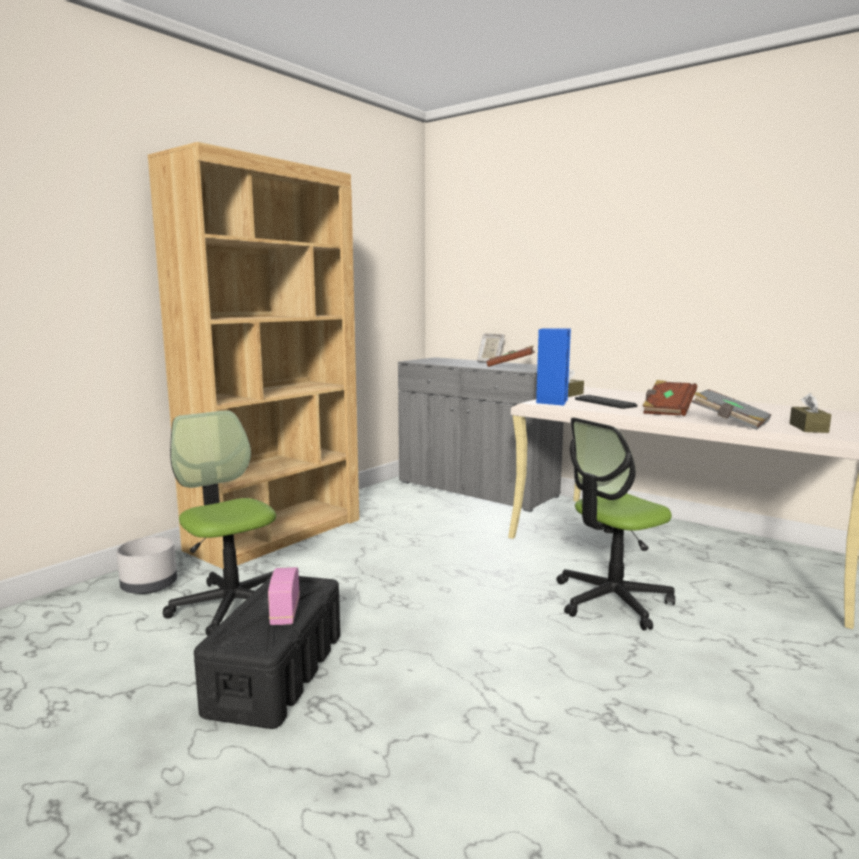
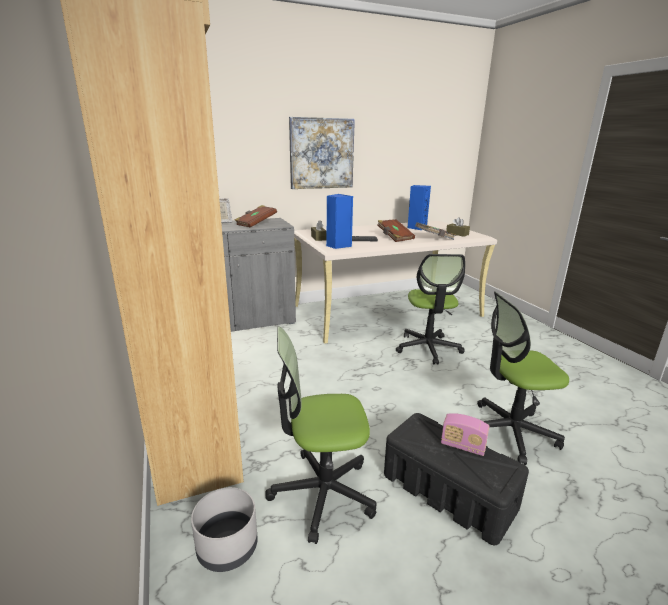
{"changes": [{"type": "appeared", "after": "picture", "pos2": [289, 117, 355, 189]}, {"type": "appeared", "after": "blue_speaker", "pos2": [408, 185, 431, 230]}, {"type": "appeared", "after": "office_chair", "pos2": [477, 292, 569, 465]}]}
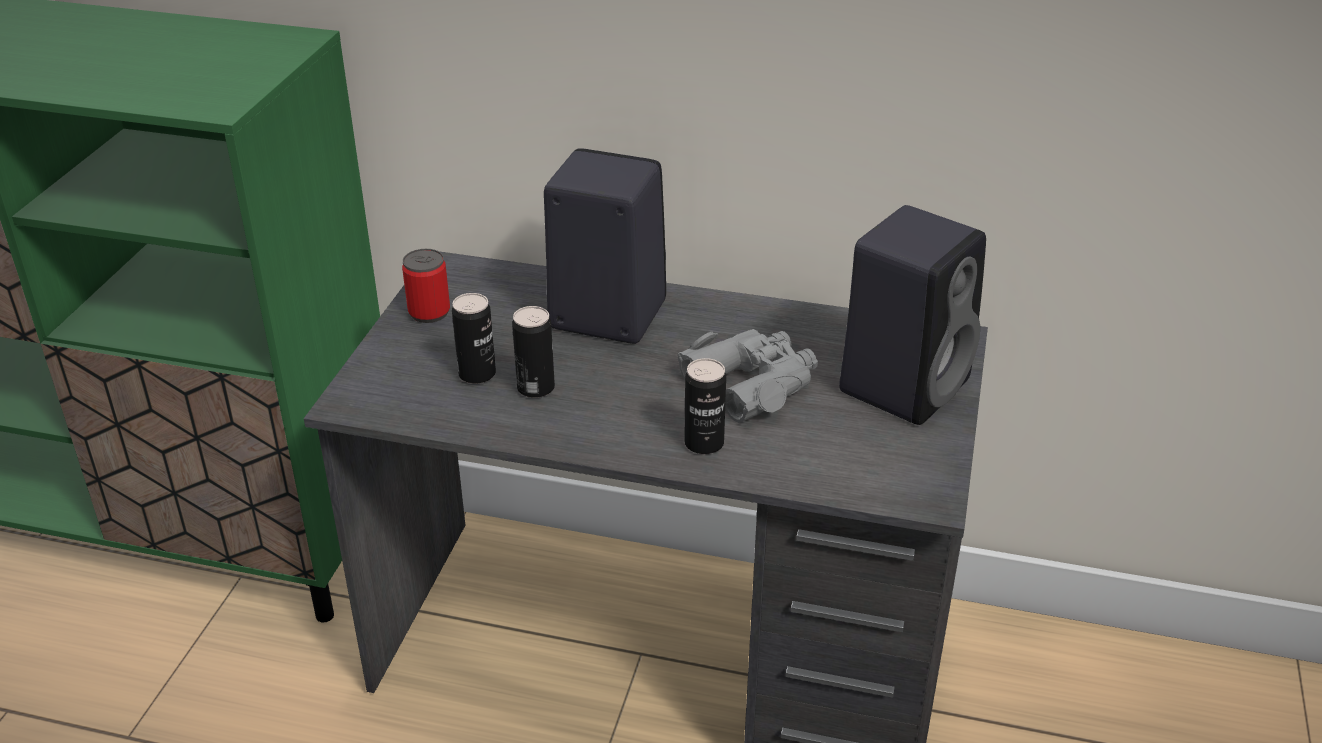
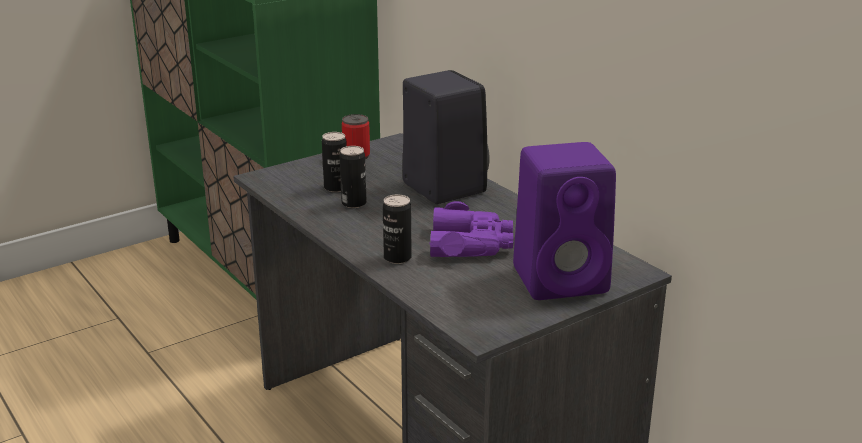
{"changes": [{"type": "colour", "before": "black_speaker", "after": "purple_speaker", "pos1": [839, 205, 986, 425], "pos2": [513, 142, 616, 300]}, {"type": "colour", "before": "grey_binoculars", "after": "purple_binoculars", "pos1": [677, 329, 818, 423], "pos2": [429, 201, 513, 257]}]}
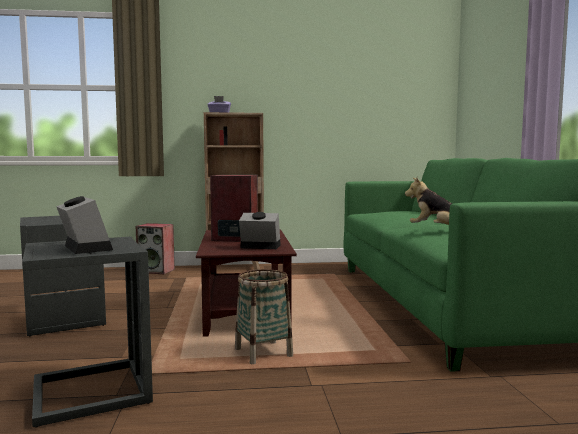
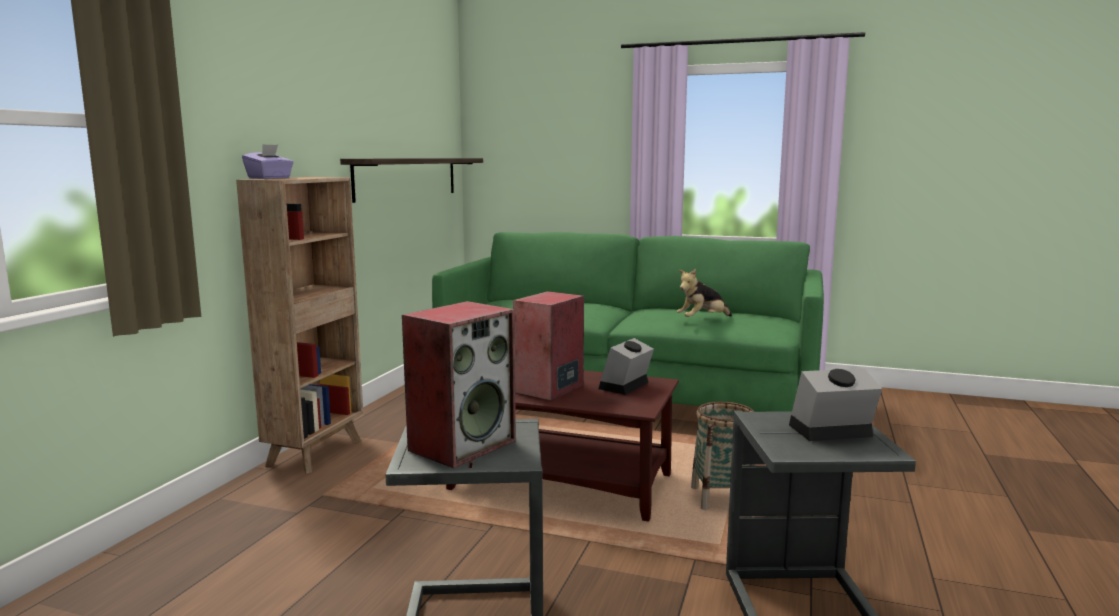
{"changes": [{"type": "relocated", "before": "speaker", "pos1": [136, 223, 175, 274], "pos2": [402, 301, 516, 468]}, {"type": "appeared", "after": "shelf", "pos2": [340, 158, 483, 203]}]}
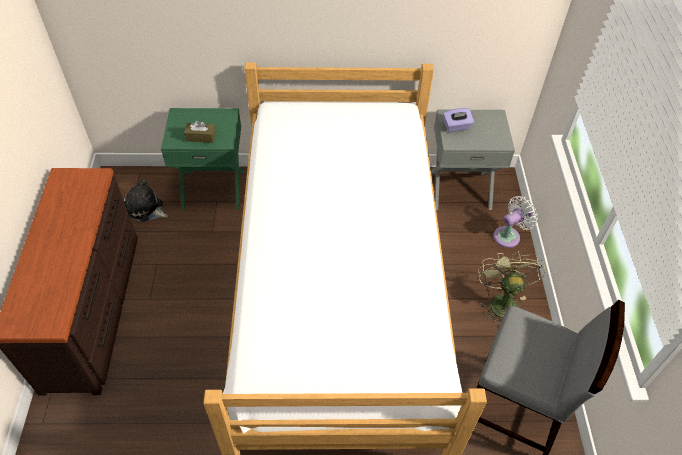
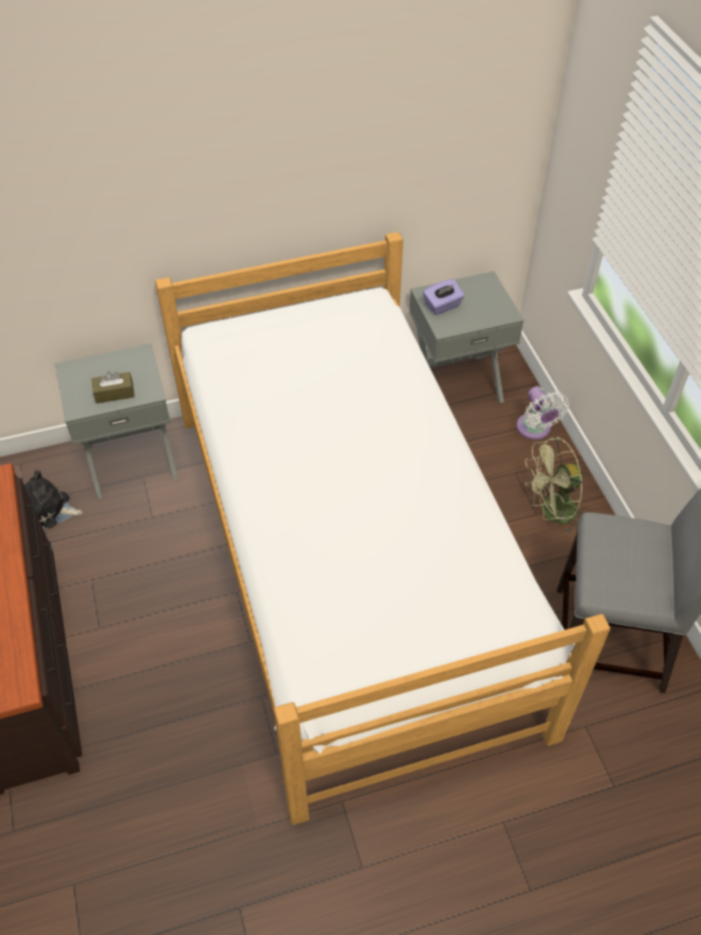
{"changes": [{"type": "colour", "before": "green_nightstand", "after": "grey_nightstand", "pos1": [161, 108, 244, 210], "pos2": [55, 343, 178, 498]}, {"type": "spun", "before": "white_fan", "pos1": [493, 196, 538, 248], "pos2": [517, 386, 569, 440], "turn": 120}, {"type": "spun", "before": "green_fan", "pos1": [478, 251, 546, 326], "pos2": [525, 437, 590, 534], "turn": -90}]}
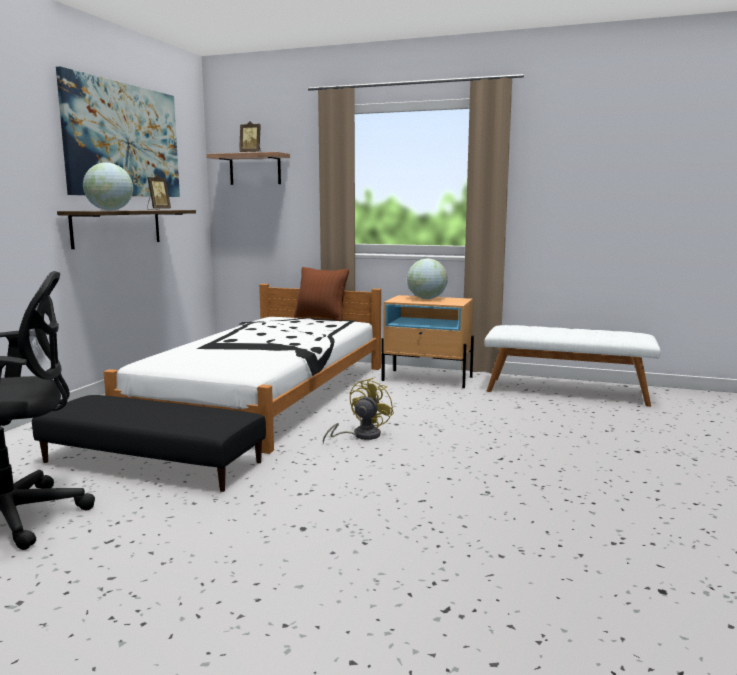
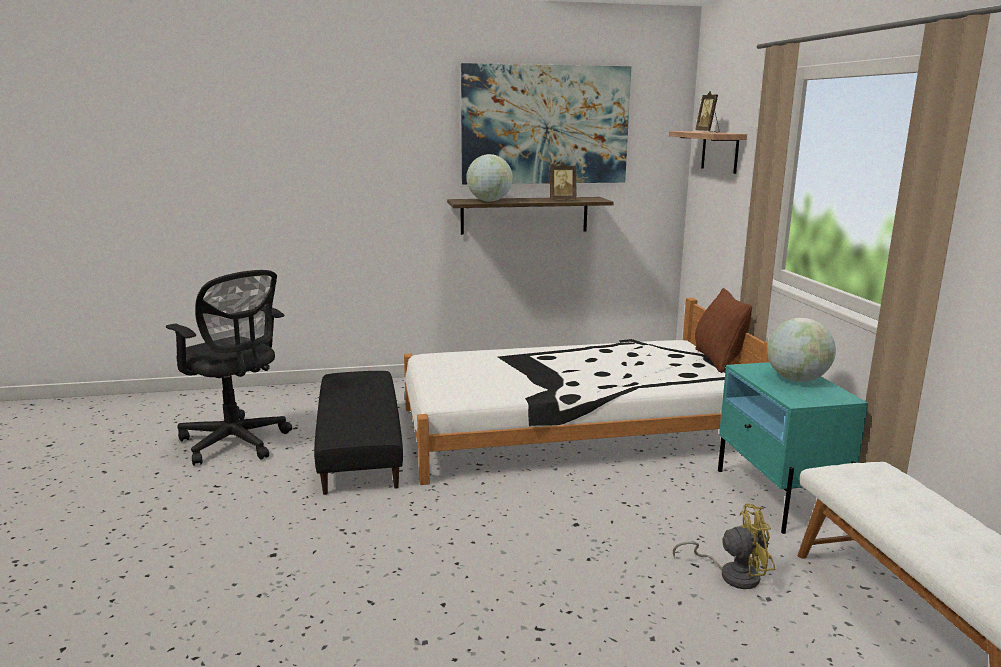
{"changes": [{"type": "colour", "before": "beige_nightstand", "after": "turquoise_nightstand", "pos1": [381, 295, 474, 388], "pos2": [718, 362, 868, 534]}, {"type": "relocated", "before": "yellow_fan", "pos1": [323, 378, 394, 444], "pos2": [673, 504, 775, 589]}]}
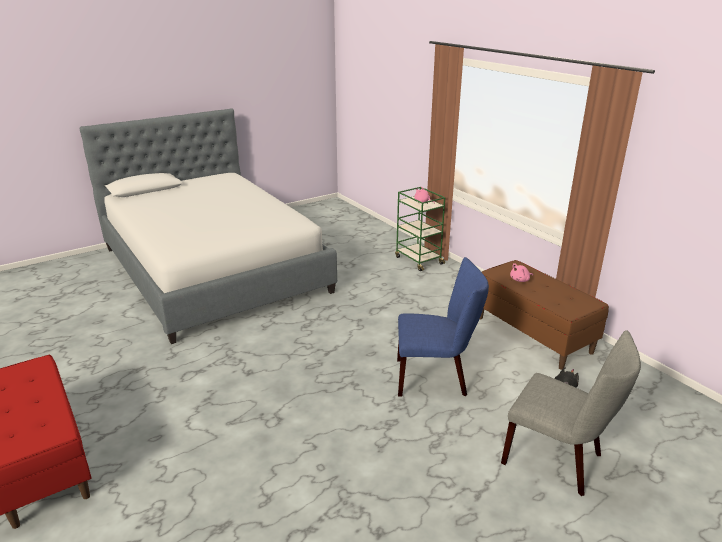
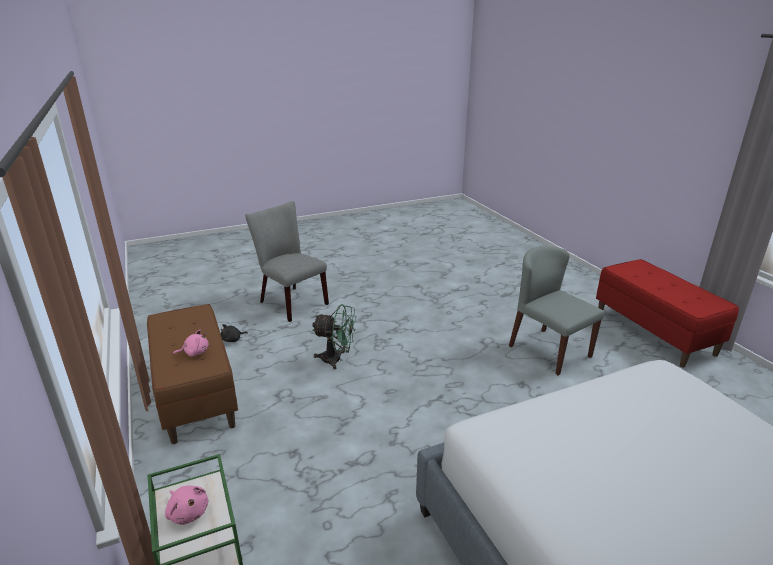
{"changes": [{"type": "exchanged", "before": "blue_chair", "after": "green_fan", "pos1": [397, 257, 489, 396], "pos2": [312, 304, 356, 370]}, {"type": "appeared", "after": "grey_chair", "pos2": [509, 246, 604, 375]}]}
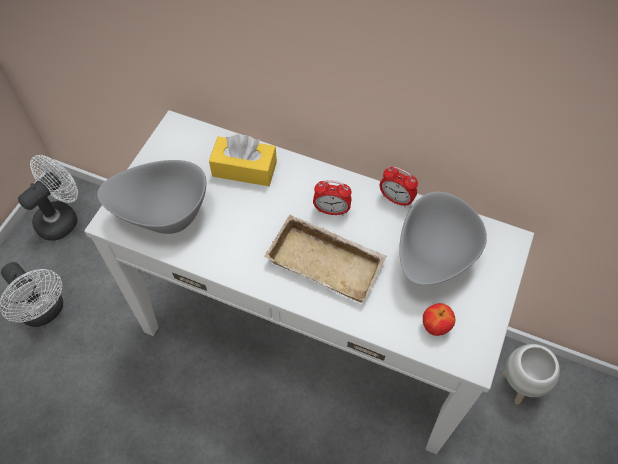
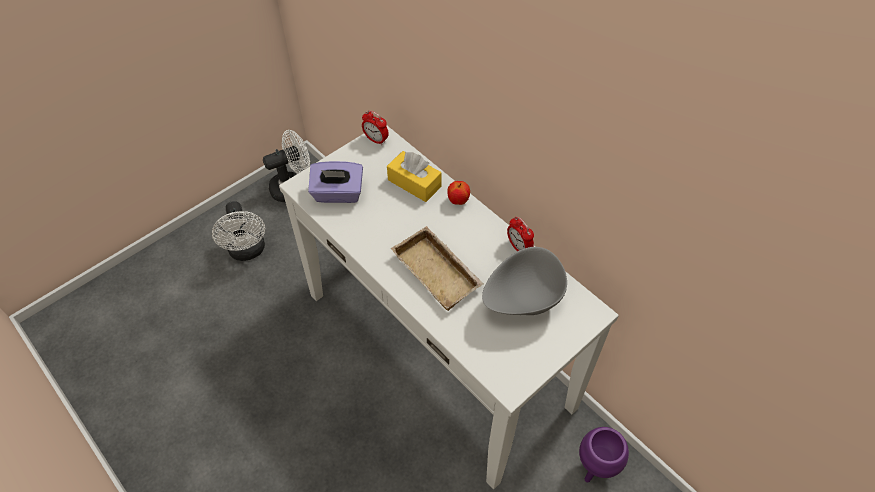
{"changes": [{"type": "exchanged", "before": "grey_bowl", "after": "purple_tissue_box", "pos1": [97, 160, 206, 234], "pos2": [308, 161, 363, 203]}, {"type": "relocated", "before": "alarm_clock", "pos1": [313, 180, 352, 215], "pos2": [362, 110, 389, 146]}, {"type": "relocated", "before": "apple", "pos1": [423, 303, 455, 336], "pos2": [447, 181, 470, 205]}, {"type": "colour", "before": "white_planter", "after": "purple_planter", "pos1": [502, 344, 560, 404], "pos2": [579, 427, 629, 483]}]}
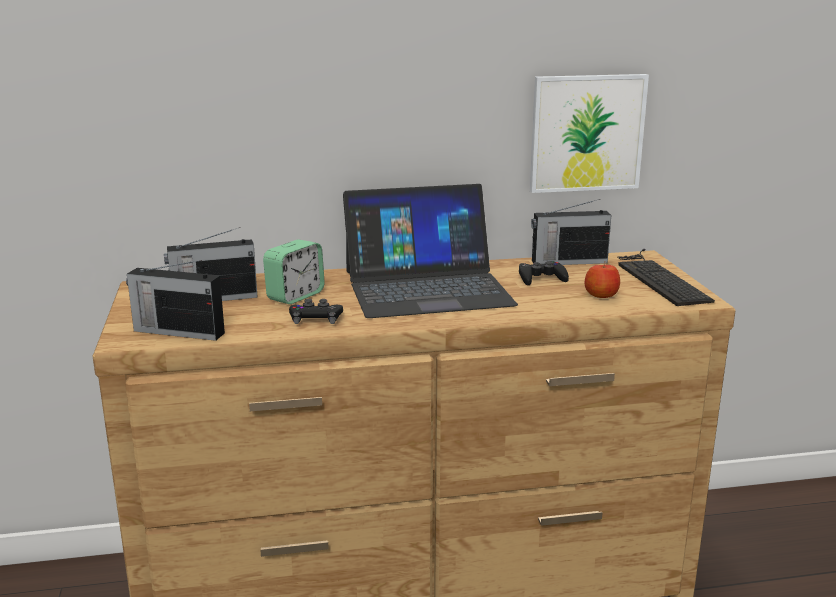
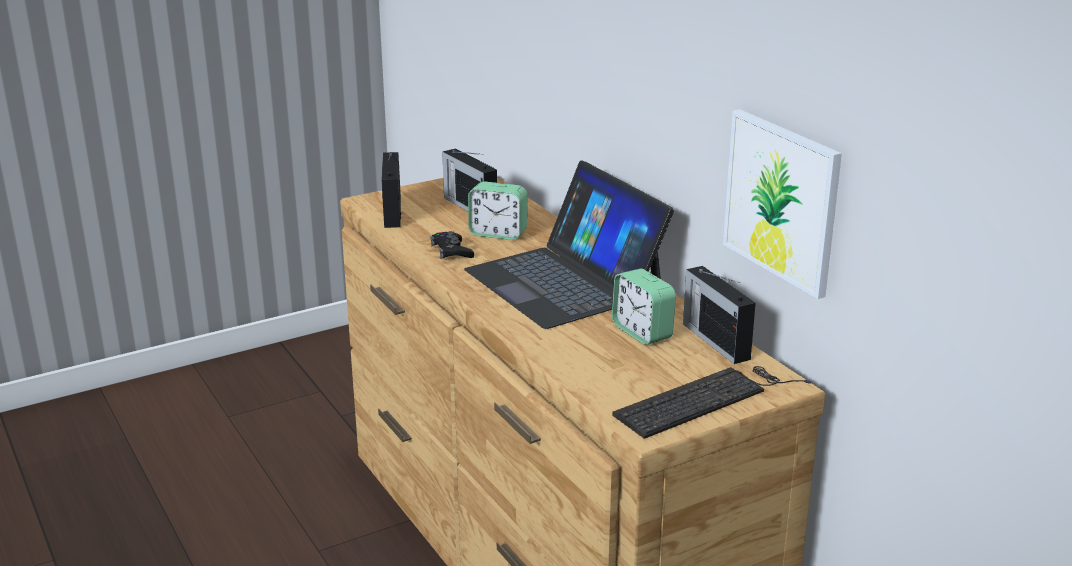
{"changes": [{"type": "exchanged", "before": "black_game_controller", "after": "alarm_clock", "pos1": [519, 261, 569, 285], "pos2": [612, 269, 676, 345]}, {"type": "missing", "before": "apple", "pos1": [585, 263, 620, 298]}]}
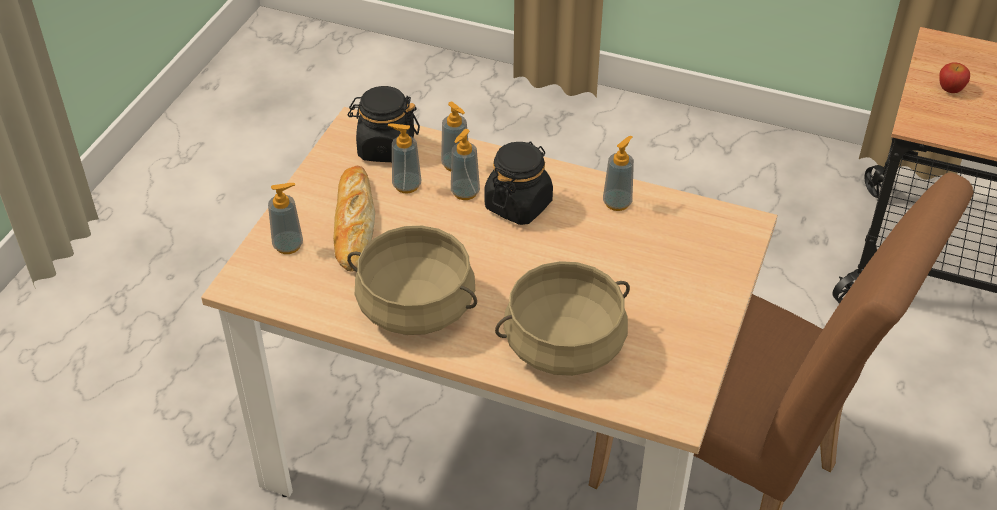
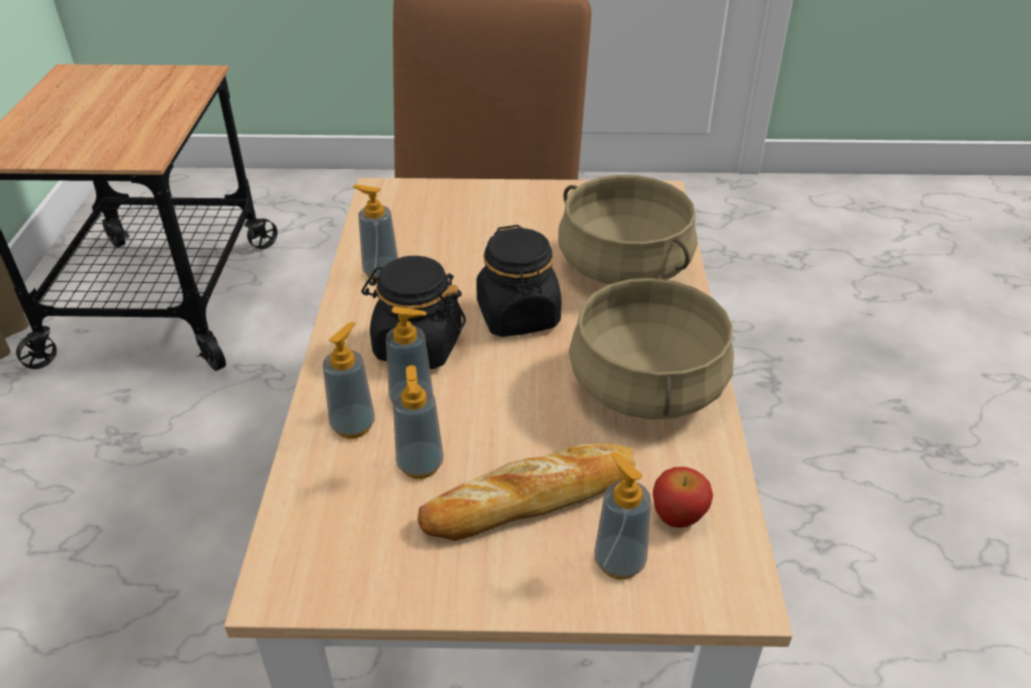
{"changes": [{"type": "relocated", "before": "apple", "pos1": [939, 63, 970, 93], "pos2": [653, 467, 713, 528]}, {"type": "relocated", "before": "black_jar", "pos1": [348, 86, 420, 162], "pos2": [476, 225, 562, 337]}]}
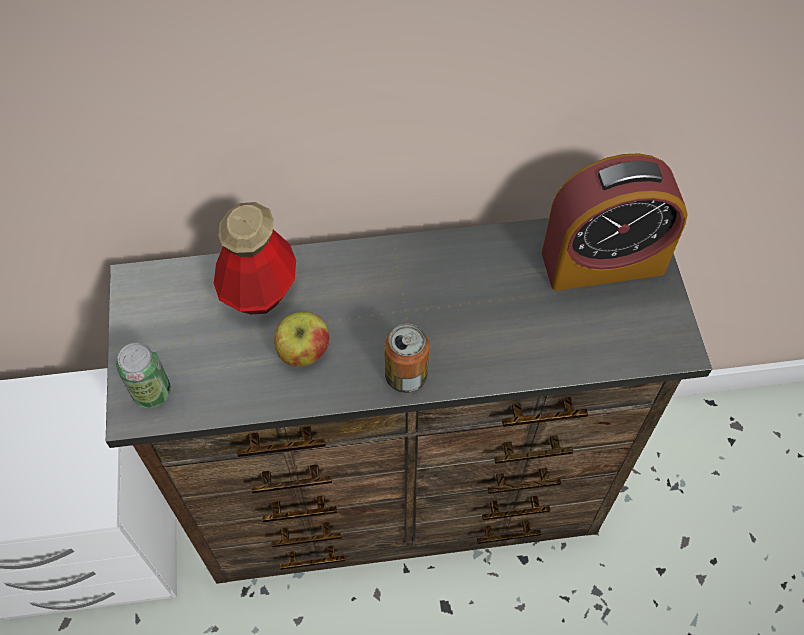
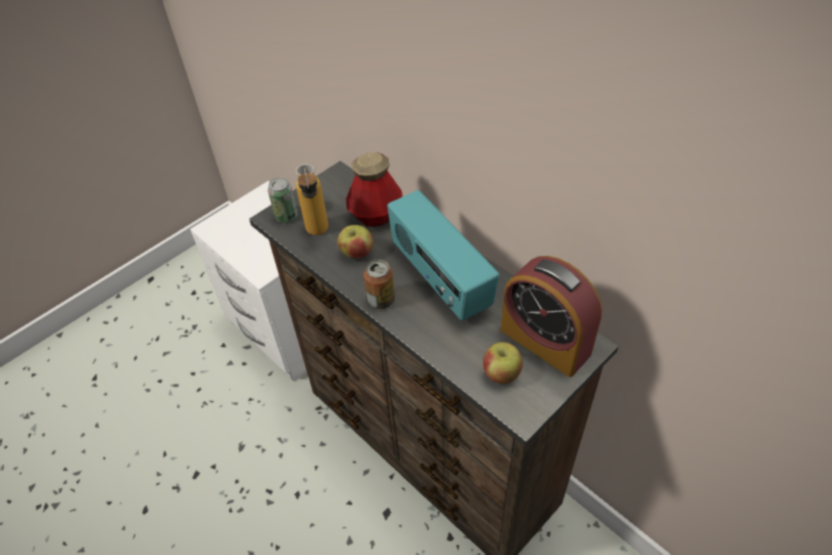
{"changes": [{"type": "appeared", "after": "bottle", "pos2": [296, 164, 328, 235]}, {"type": "appeared", "after": "radio", "pos2": [387, 190, 499, 321]}, {"type": "appeared", "after": "apple", "pos2": [483, 342, 523, 384]}]}
